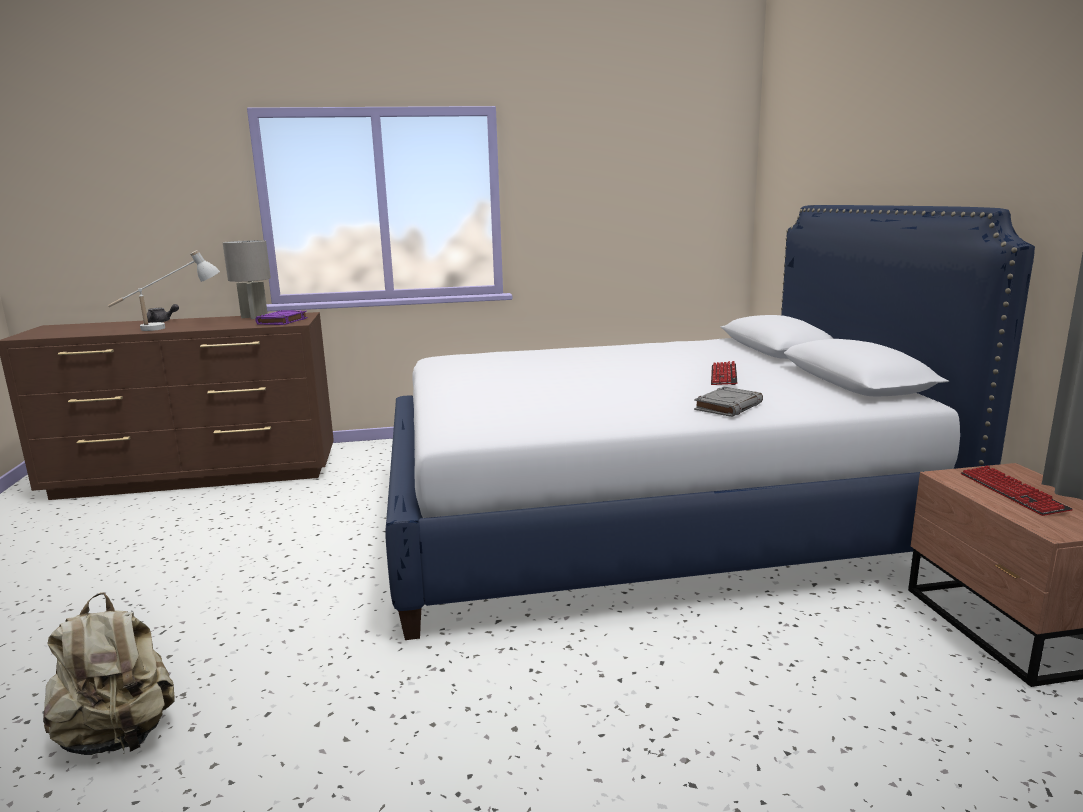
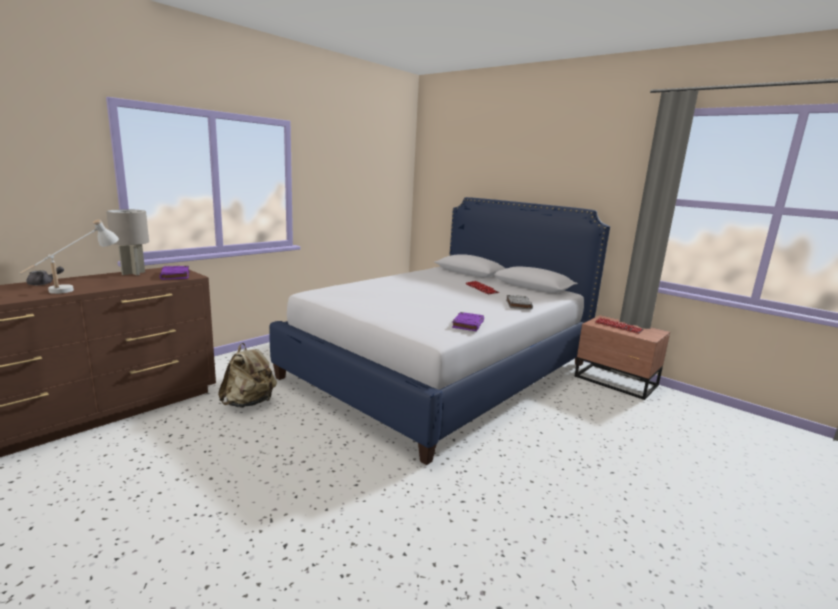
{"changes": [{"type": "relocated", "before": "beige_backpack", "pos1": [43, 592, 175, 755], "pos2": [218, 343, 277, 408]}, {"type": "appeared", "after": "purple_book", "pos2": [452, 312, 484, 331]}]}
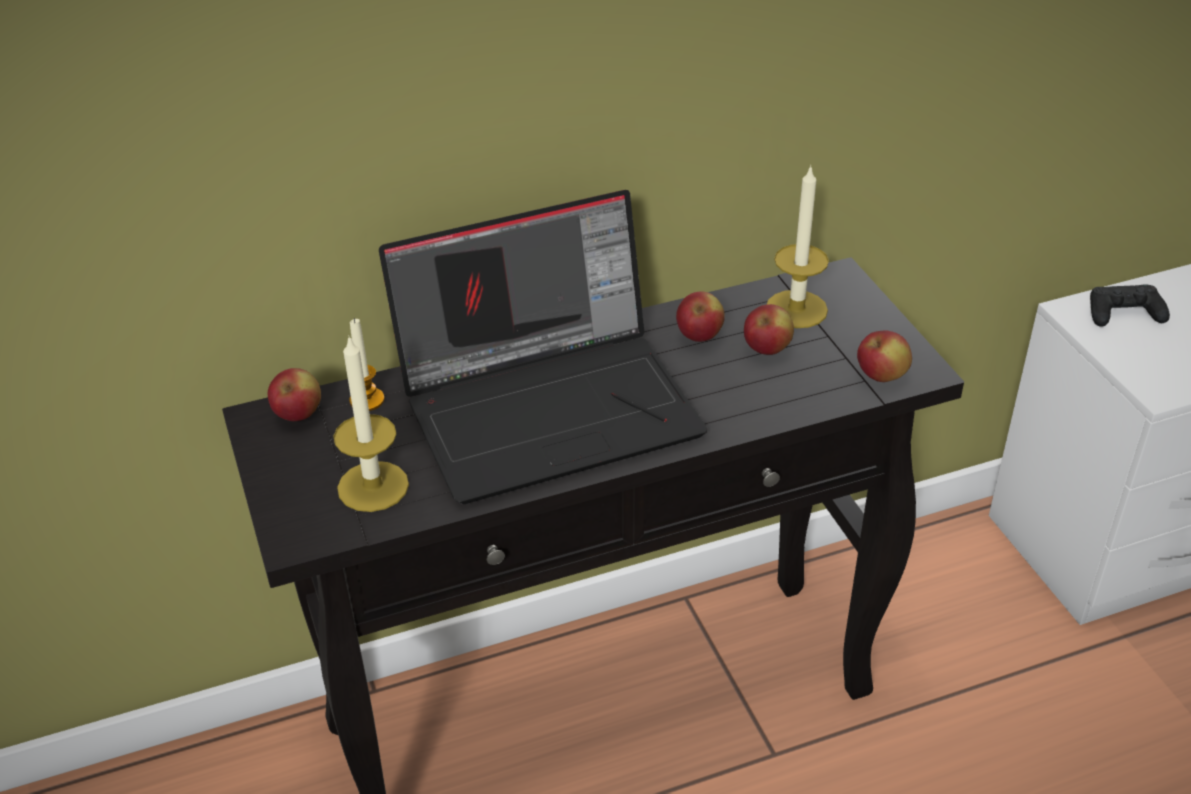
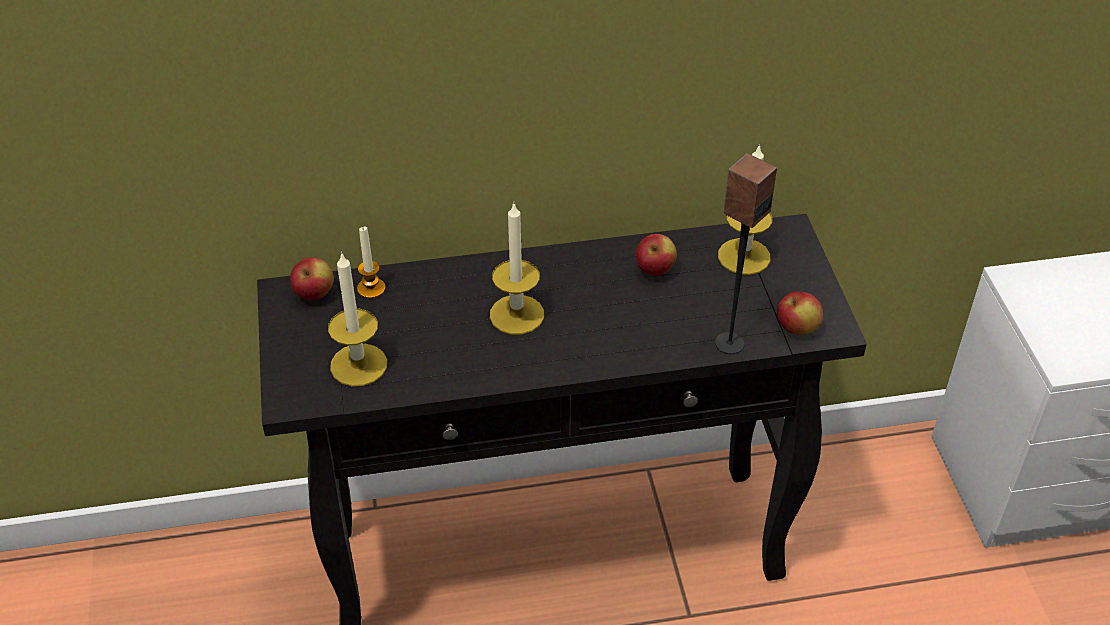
{"changes": [{"type": "exchanged", "before": "laptop", "after": "candle", "pos1": [379, 190, 707, 504], "pos2": [490, 204, 544, 335]}, {"type": "missing", "before": "black_game_controller", "pos1": [1090, 284, 1170, 327]}, {"type": "missing", "before": "apple", "pos1": [744, 304, 794, 355]}, {"type": "appeared", "after": "speaker", "pos2": [715, 154, 777, 354]}]}
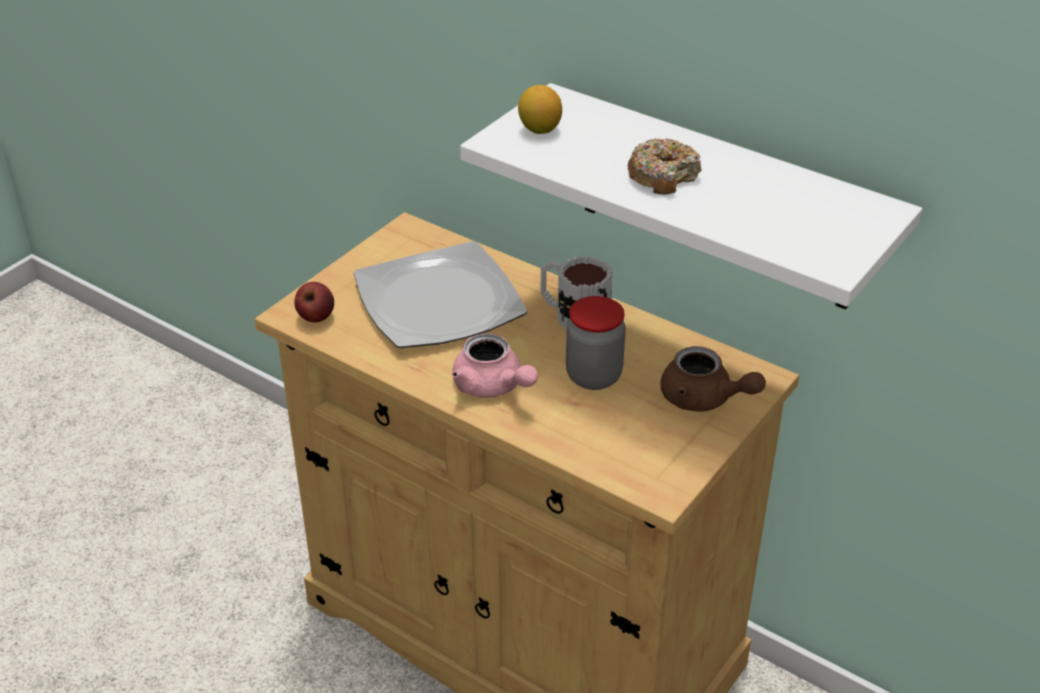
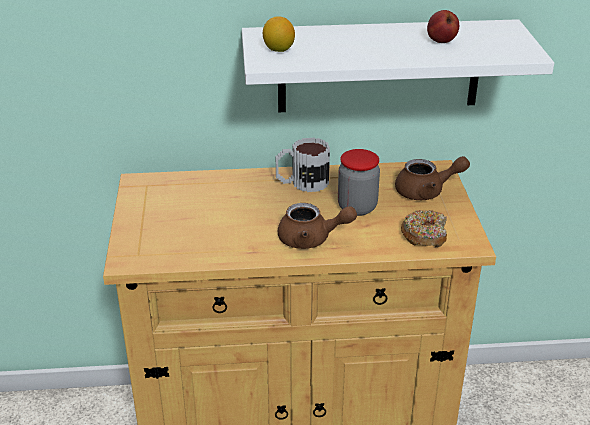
{"changes": [{"type": "relocated", "before": "donut", "pos1": [627, 138, 702, 195], "pos2": [401, 210, 447, 248]}, {"type": "missing", "before": "plate", "pos1": [354, 241, 527, 348]}, {"type": "relocated", "before": "apple", "pos1": [294, 282, 334, 323], "pos2": [427, 10, 459, 43]}, {"type": "colour", "before": "pink_teapot", "after": "brown_teapot", "pos1": [452, 333, 538, 398], "pos2": [277, 203, 357, 249]}]}
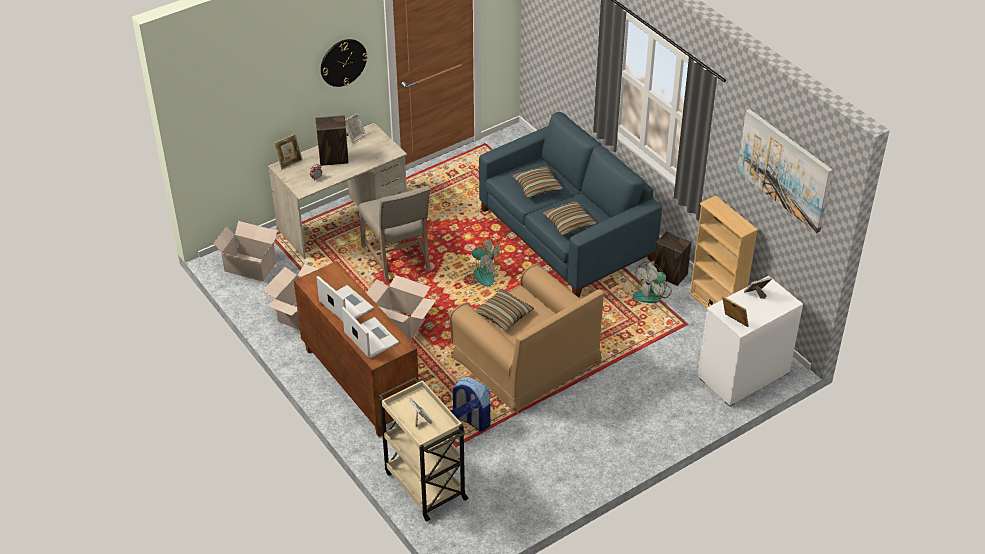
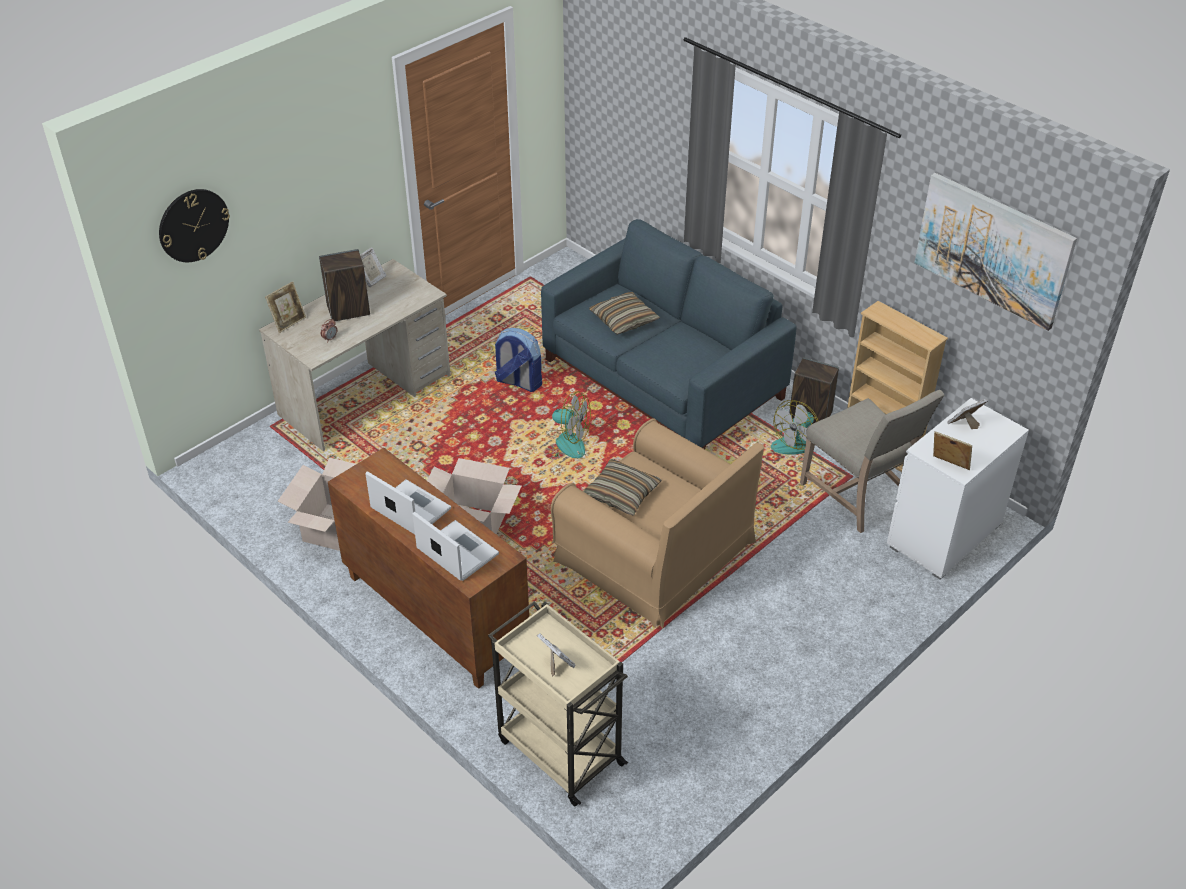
{"changes": [{"type": "relocated", "before": "wall_clock", "pos1": [321, 39, 368, 87], "pos2": [159, 189, 230, 262]}, {"type": "relocated", "before": "beige_chair", "pos1": [358, 186, 430, 282], "pos2": [800, 390, 945, 533]}, {"type": "missing", "before": "pillow", "pos1": [543, 201, 597, 236]}, {"type": "missing", "before": "cardboard_box", "pos1": [213, 221, 277, 281]}, {"type": "relocated", "before": "backpack", "pos1": [450, 377, 491, 431], "pos2": [495, 328, 542, 392]}]}
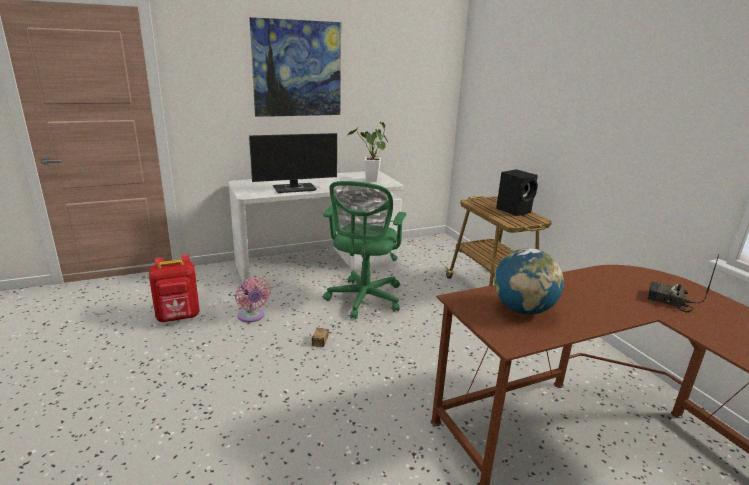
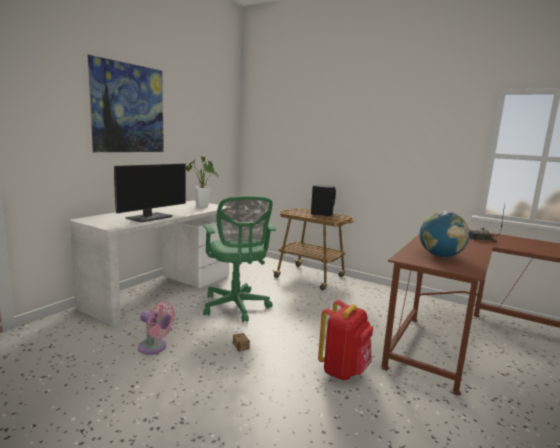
{"changes": [{"type": "relocated", "before": "red_backpack", "pos1": [149, 254, 200, 322], "pos2": [318, 300, 373, 380]}]}
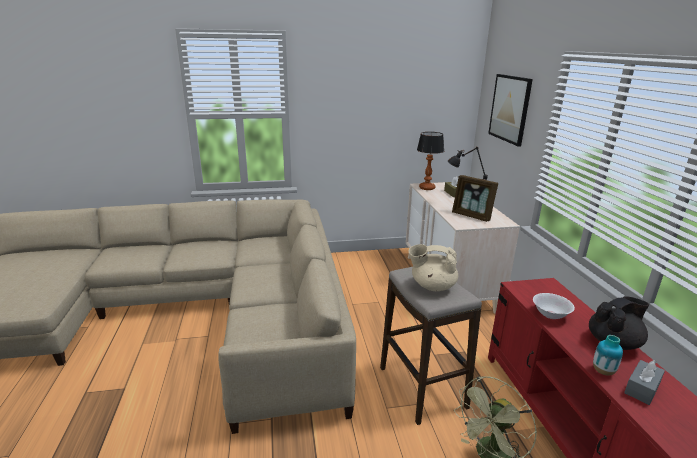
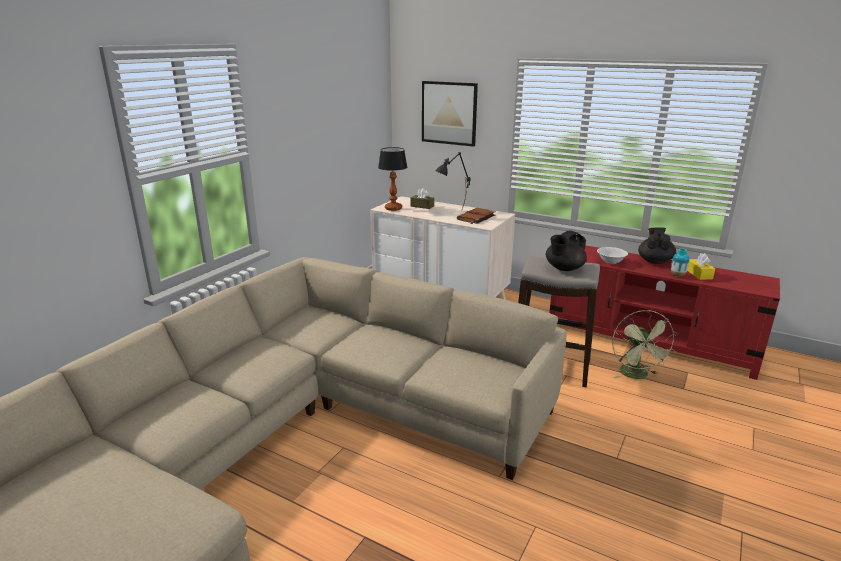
{"changes": [{"type": "exchanged", "before": "picture_frame", "after": "brown_book", "pos1": [452, 175, 498, 222], "pos2": [457, 208, 496, 224]}, {"type": "colour", "before": "beige_teapot", "after": "black_teapot", "pos1": [409, 244, 458, 291], "pos2": [546, 230, 587, 271]}, {"type": "colour", "before": "grey_tissue_box", "after": "yellow_tissue_box", "pos1": [624, 360, 665, 405], "pos2": [687, 253, 715, 280]}]}
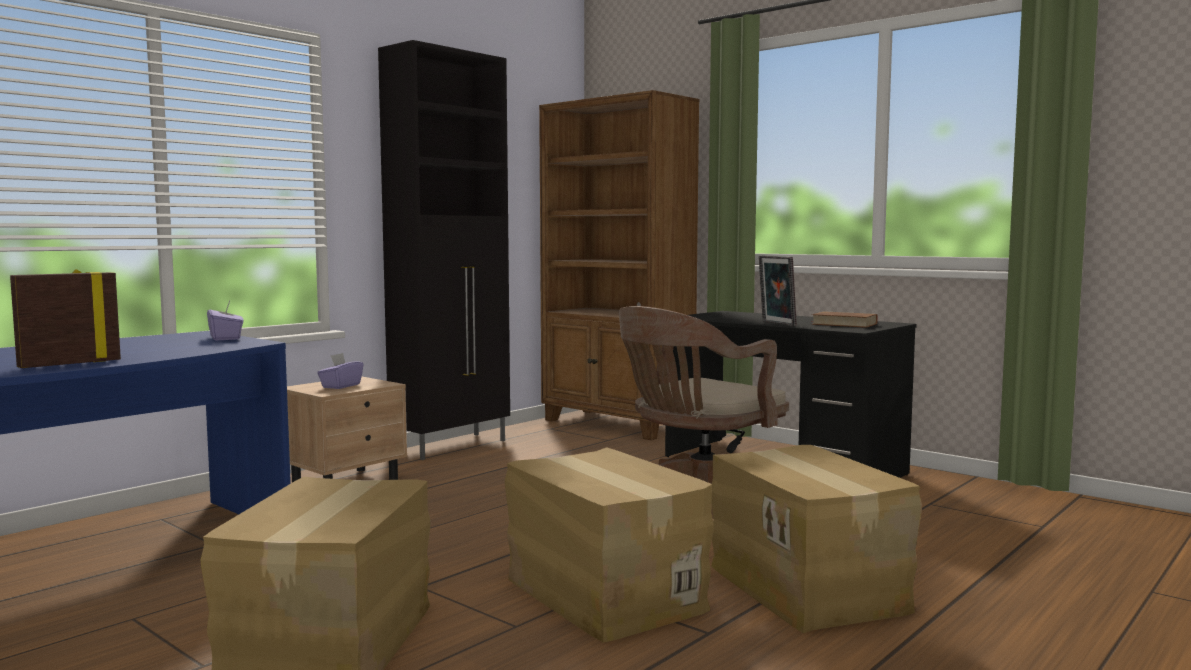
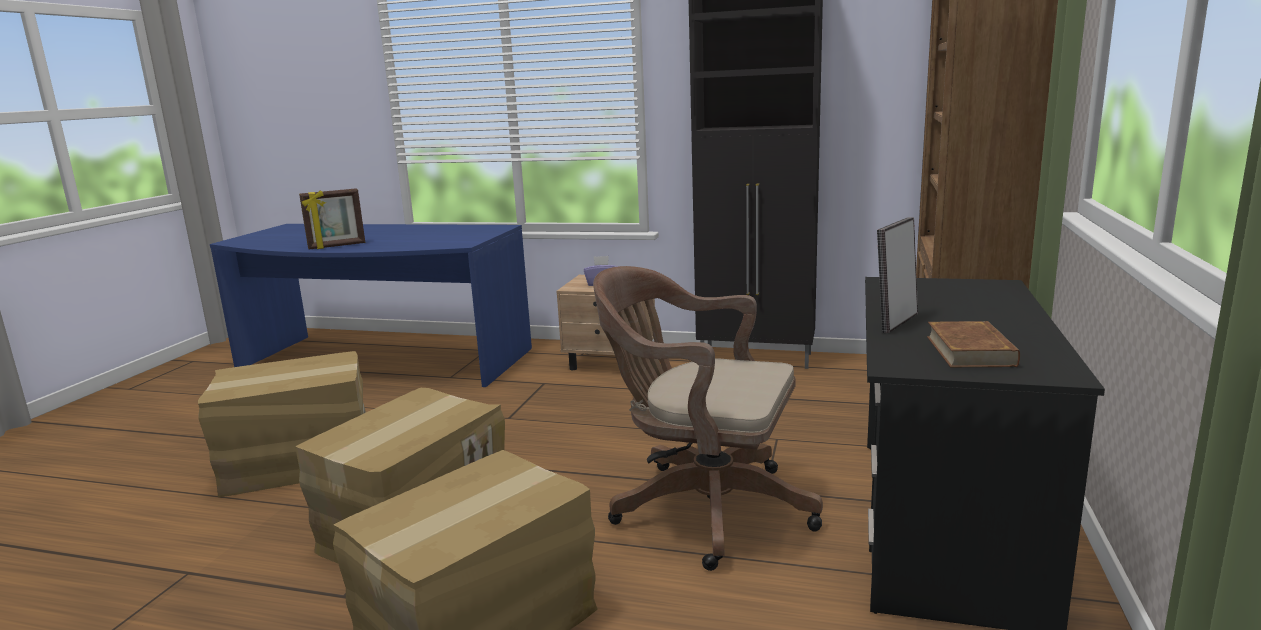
{"changes": [{"type": "spun", "before": "picture_frame", "pos1": [10, 269, 121, 368], "pos2": [299, 188, 365, 249], "turn": 135}, {"type": "missing", "before": "purple_tissue_box", "pos1": [207, 301, 244, 341]}]}
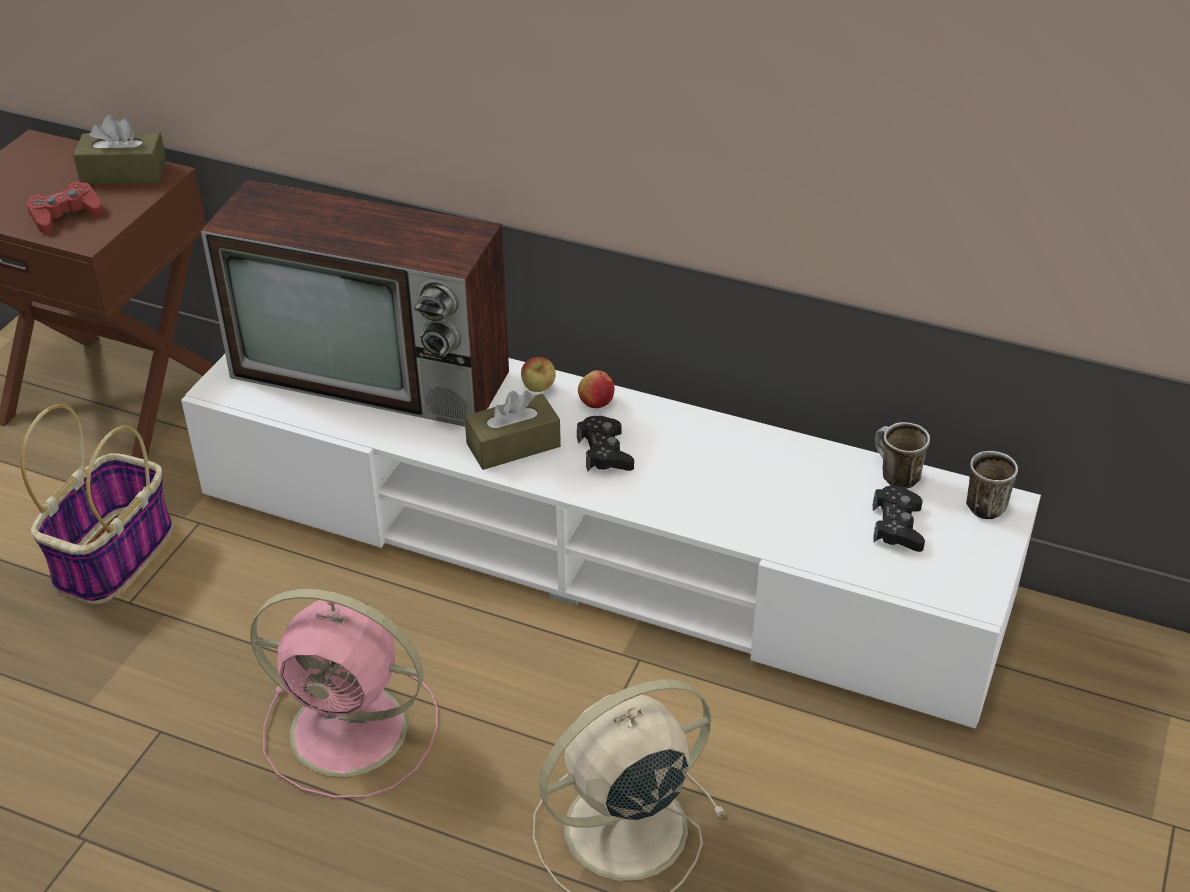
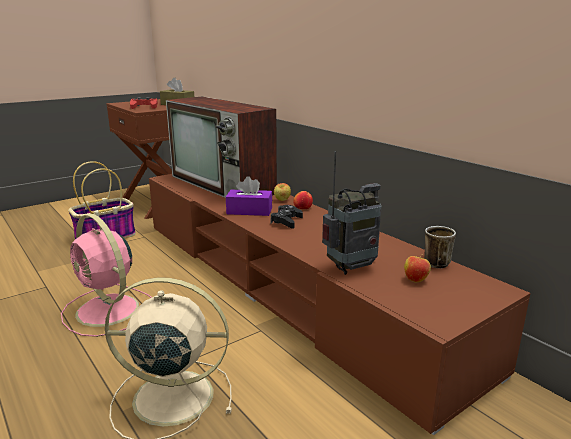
{"changes": [{"type": "colour", "before": "white_tv_stand", "after": "brown_tv_stand", "pos1": [181, 354, 1041, 729], "pos2": [149, 174, 531, 435]}, {"type": "colour", "before": "brown_tissue_box", "after": "purple_tissue_box", "pos1": [464, 390, 561, 470], "pos2": [226, 176, 272, 216]}, {"type": "missing", "before": "mug", "pos1": [966, 451, 1018, 519]}, {"type": "exchanged", "before": "black_game_controller", "after": "apple", "pos1": [873, 486, 925, 552], "pos2": [404, 254, 431, 283]}, {"type": "appeared", "after": "radio", "pos2": [322, 151, 381, 275]}]}
